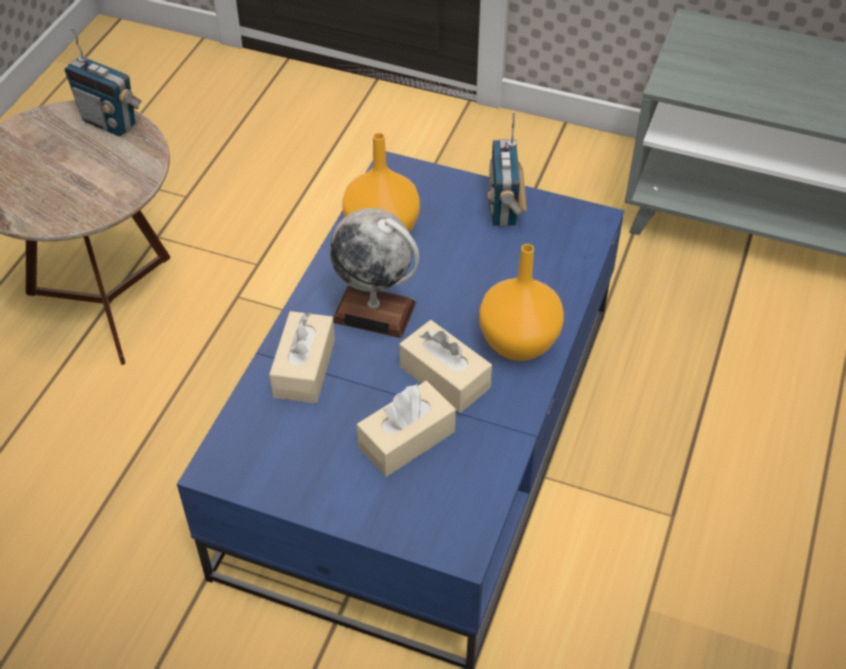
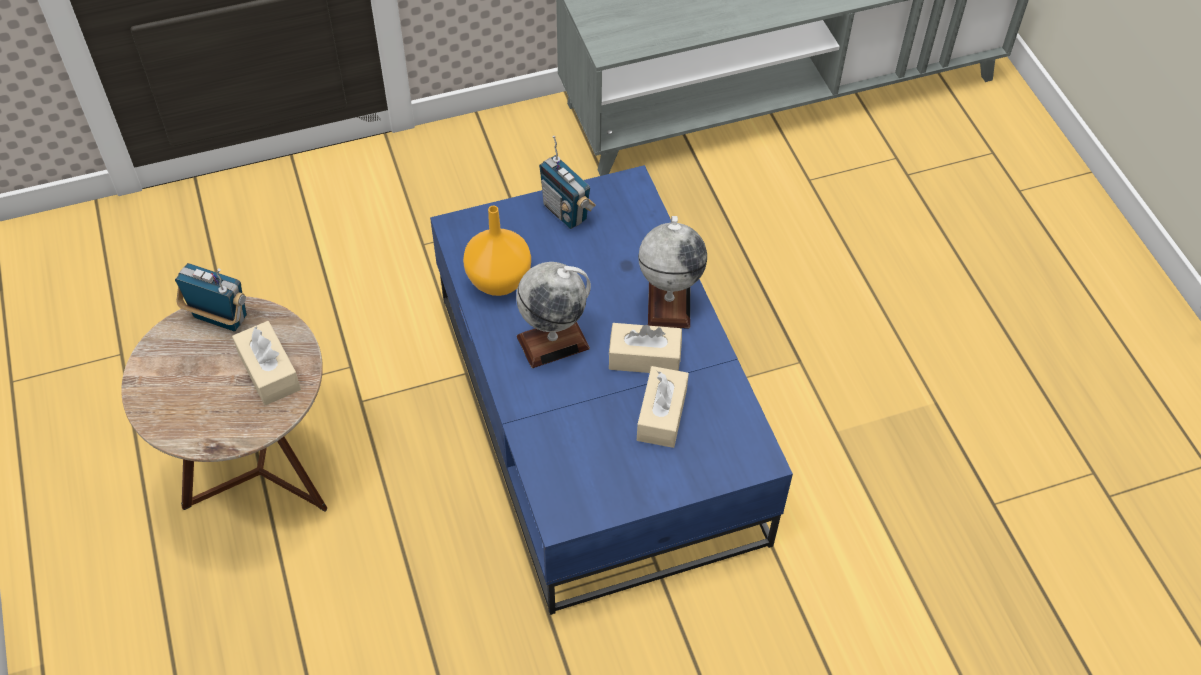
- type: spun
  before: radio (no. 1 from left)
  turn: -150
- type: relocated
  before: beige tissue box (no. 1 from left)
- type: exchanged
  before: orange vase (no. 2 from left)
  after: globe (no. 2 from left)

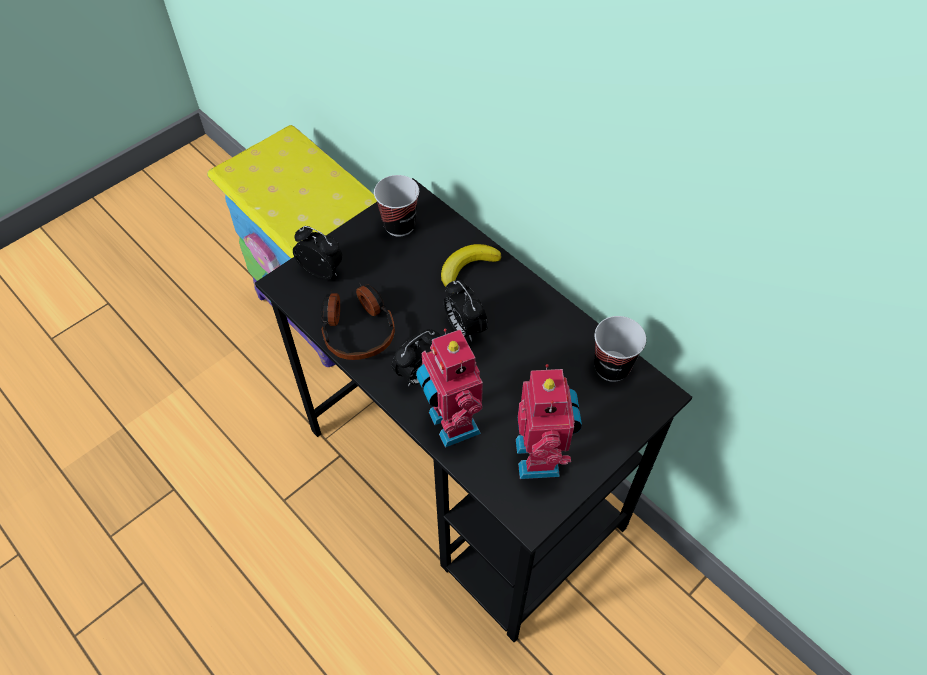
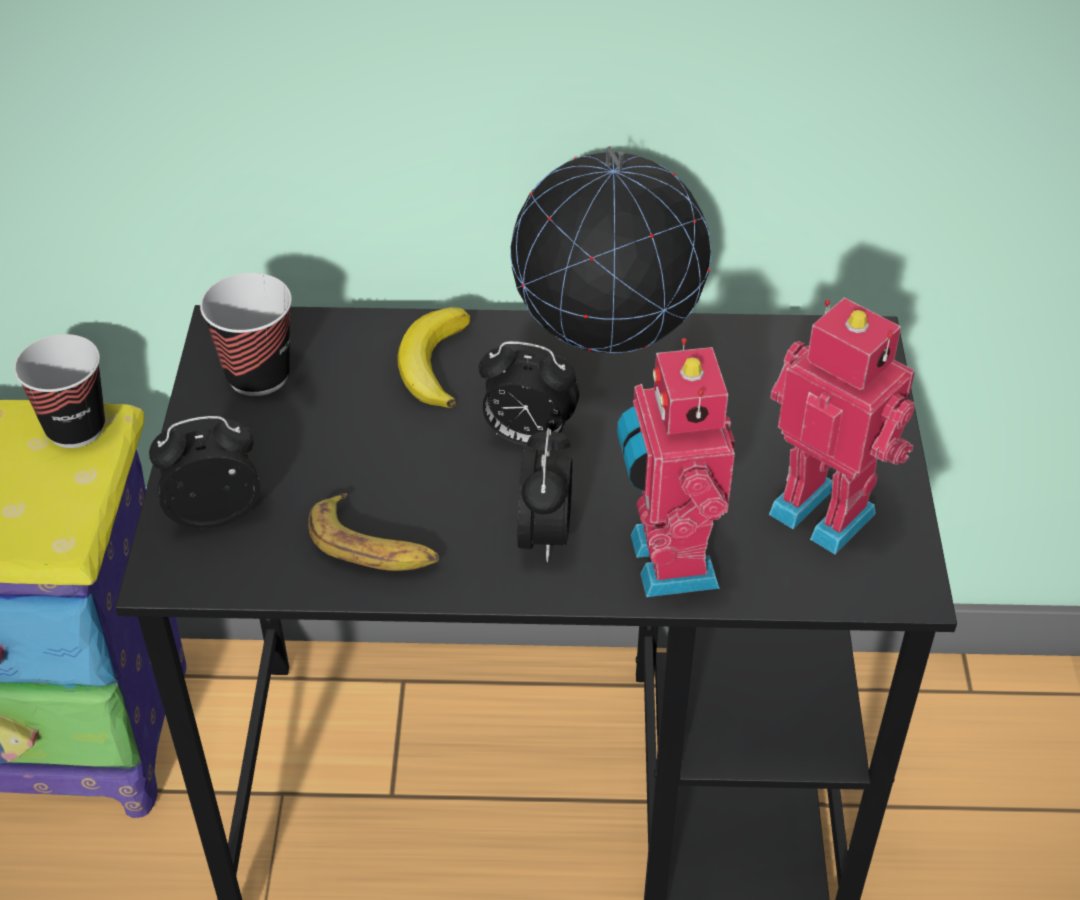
- type: relocated
  before: cup (no. 2 from left in the first image)
  after: cup (no. 1 from left)
- type: exchanged
  before: headphones
  after: banana (no. 1 from left)
- type: appeared
  after: globe
- type: spun
  before: toy robot (no. 1 from left)
  turn: 60

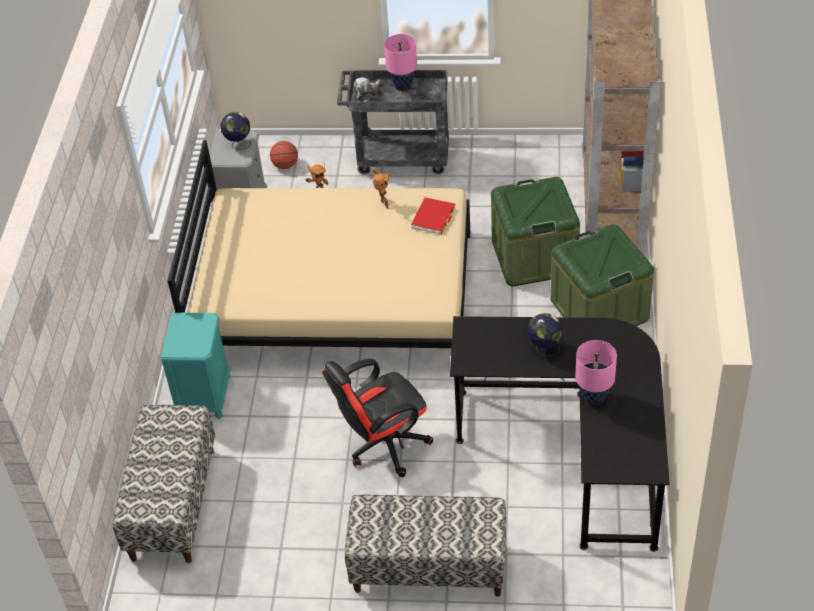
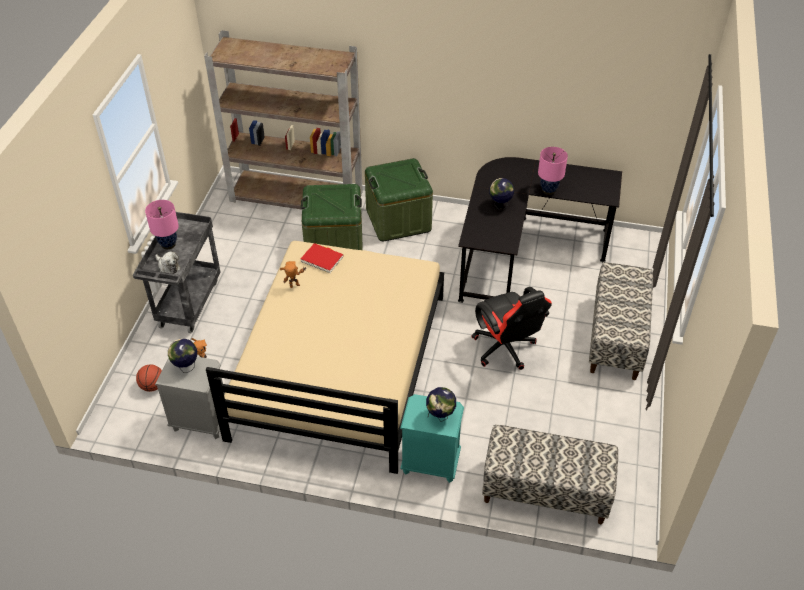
- type: appeared
  after: globe (no. 2 from left)

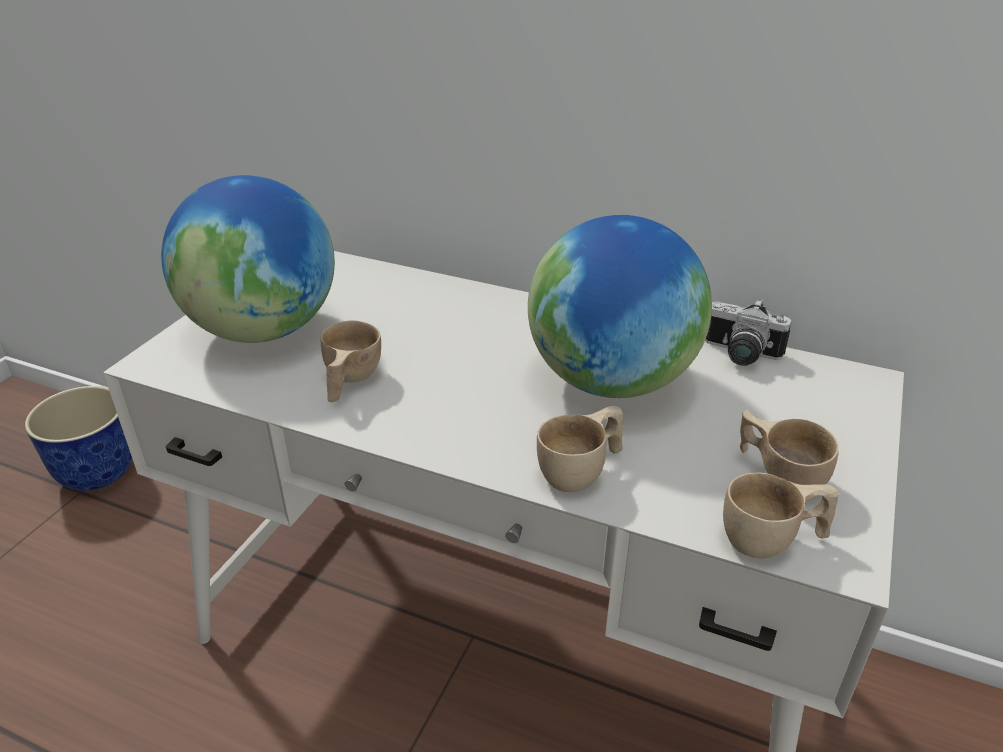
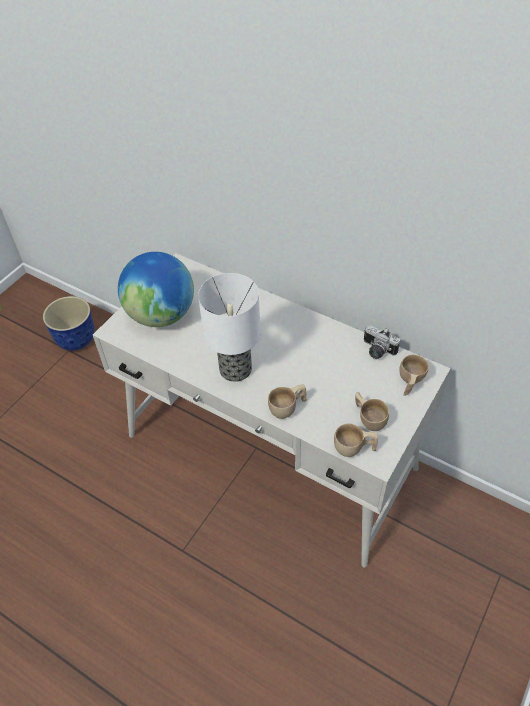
- type: appeared
  after: table lamp
- type: relocated
  before: beige cup (no. 1 from left in the first image)
  after: beige cup (no. 4 from left)
- type: missing
  before: globe (no. 2 from left)

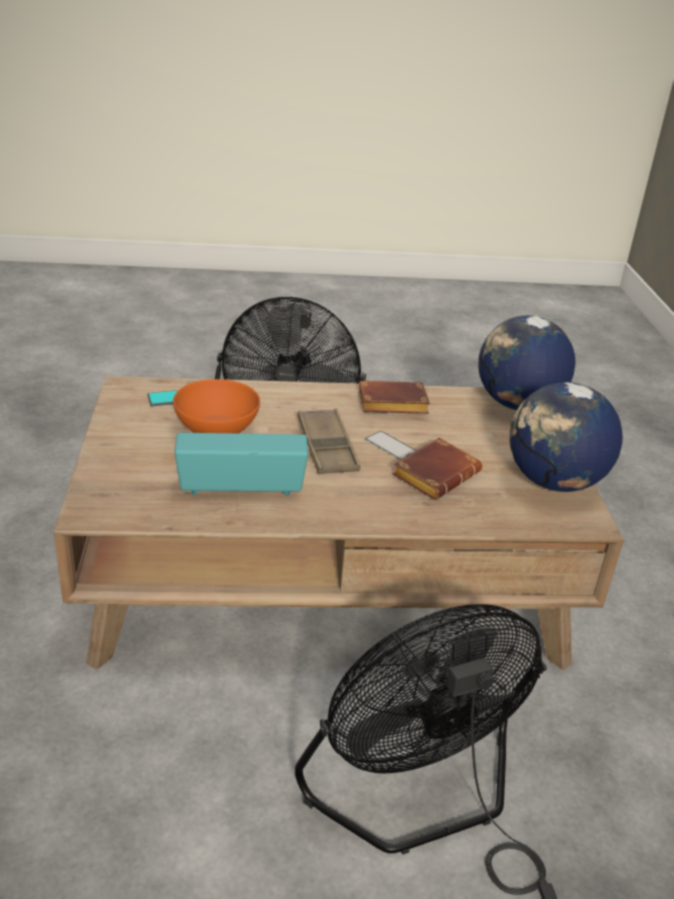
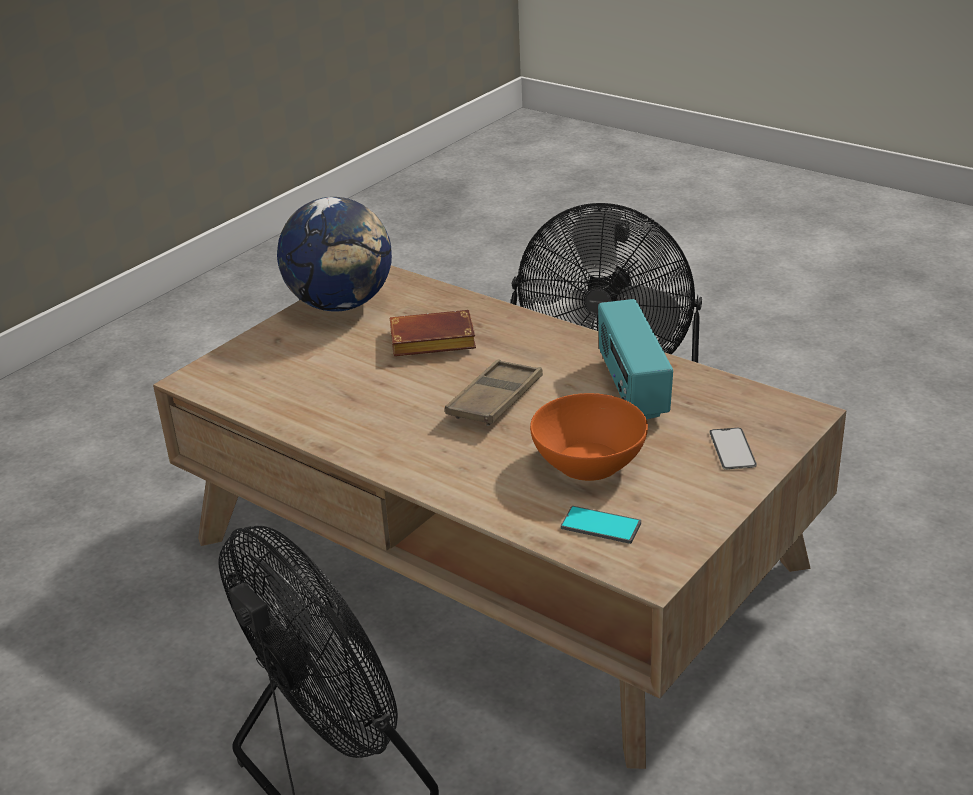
- type: spun
  before: radio
  turn: 45
- type: relocated
  before: phone (no. 2 from left)
- type: missing
  before: brown book (no. 1 from left)
- type: missing
  before: globe (no. 1 from left)

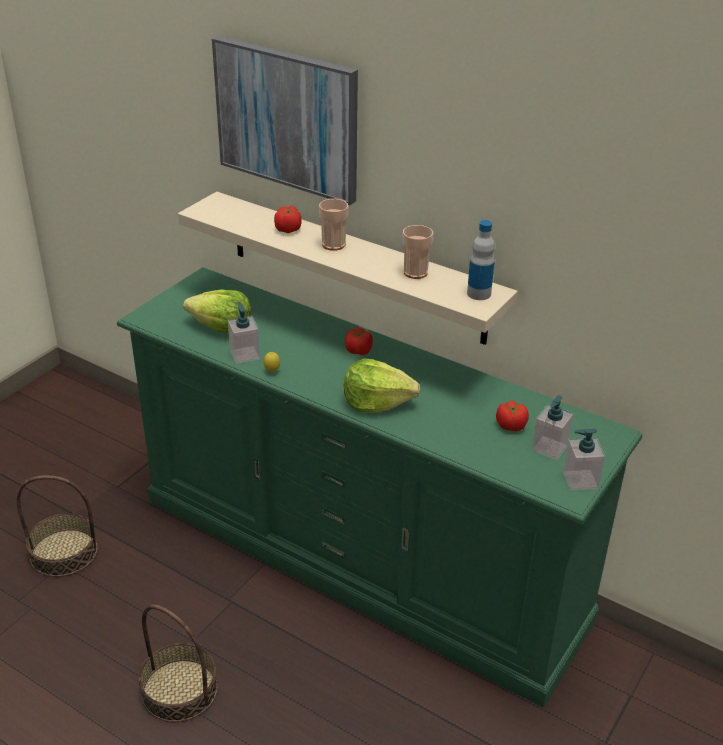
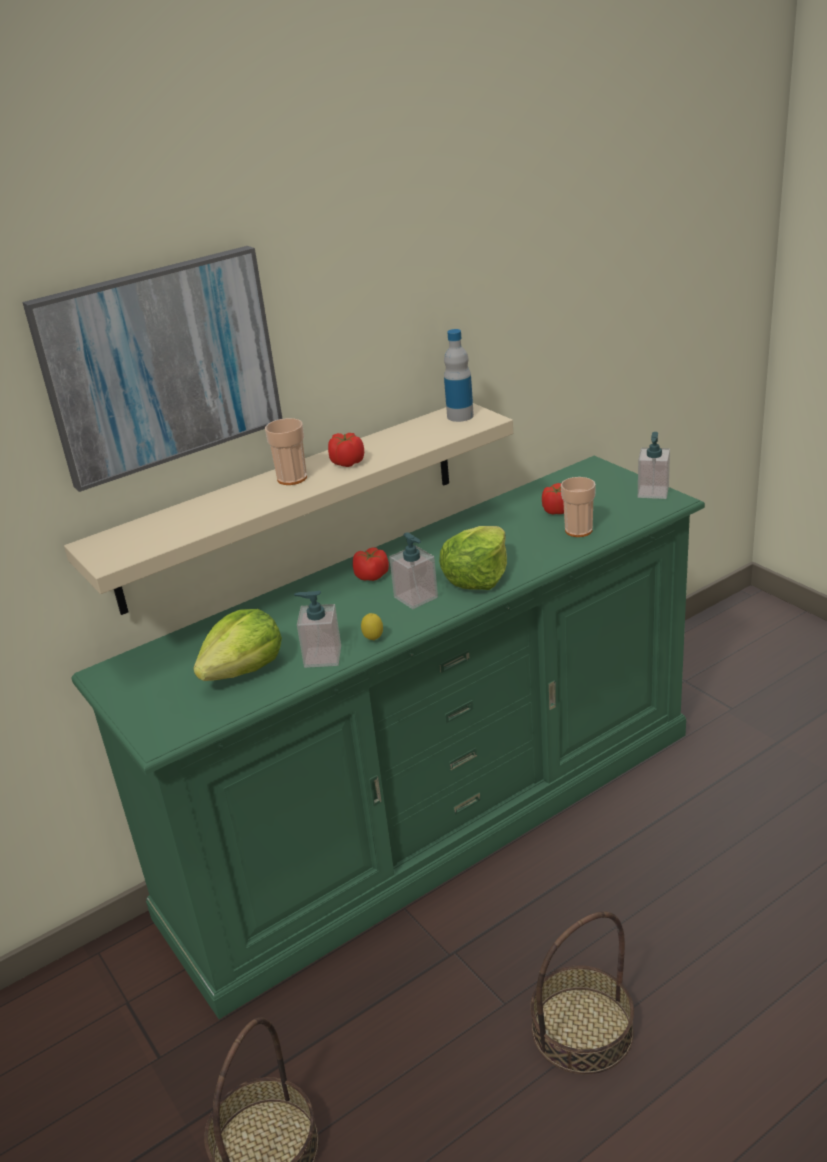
- type: relocated
  before: tomato (no. 1 from left)
- type: relocated
  before: soap dispenser (no. 2 from left)
- type: relocated
  before: cup (no. 2 from left)

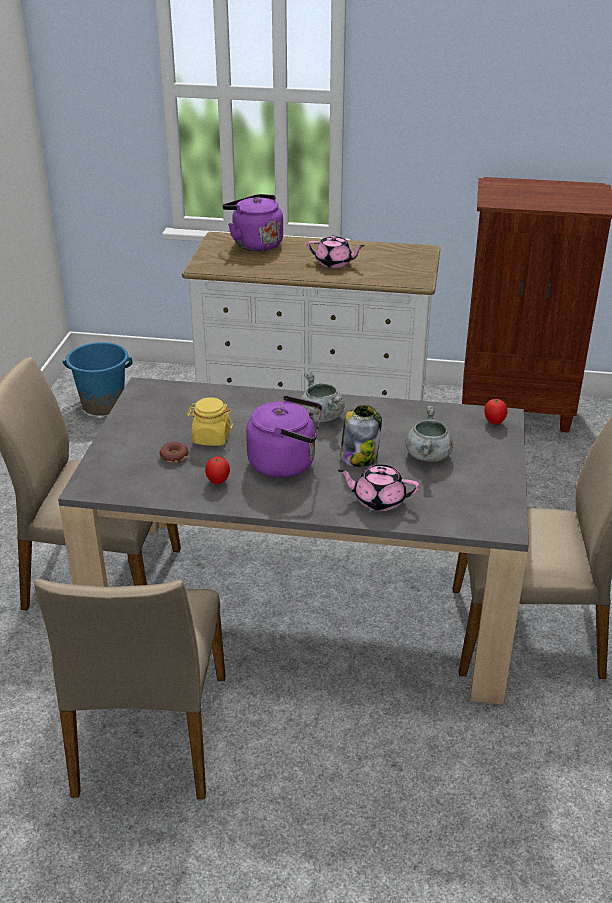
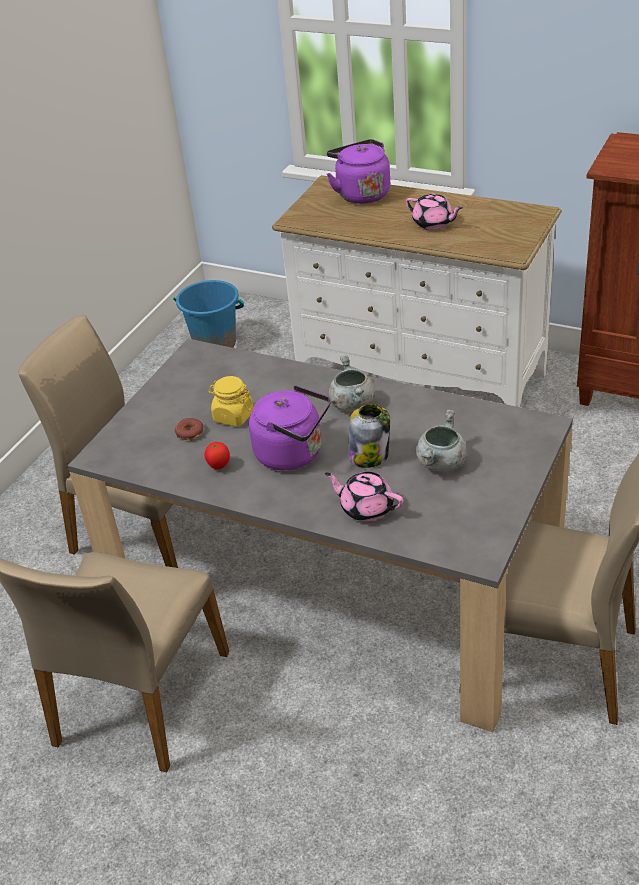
- type: missing
  before: tomato (no. 2 from left)

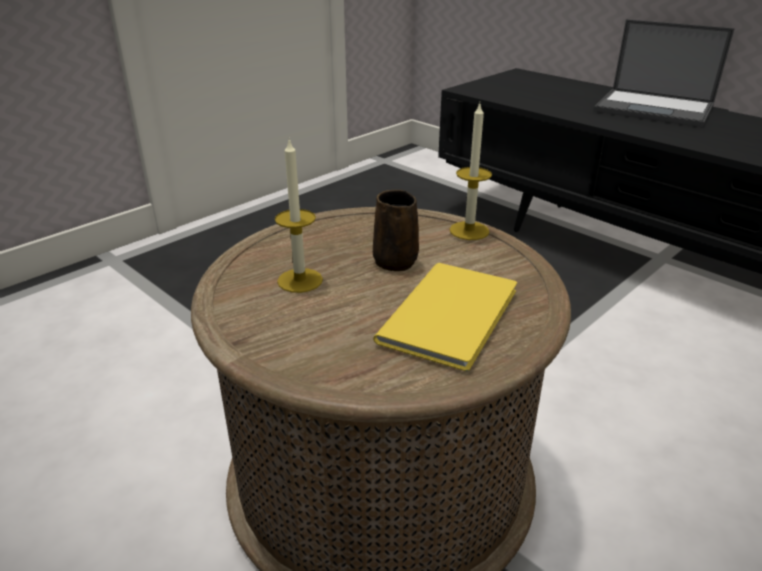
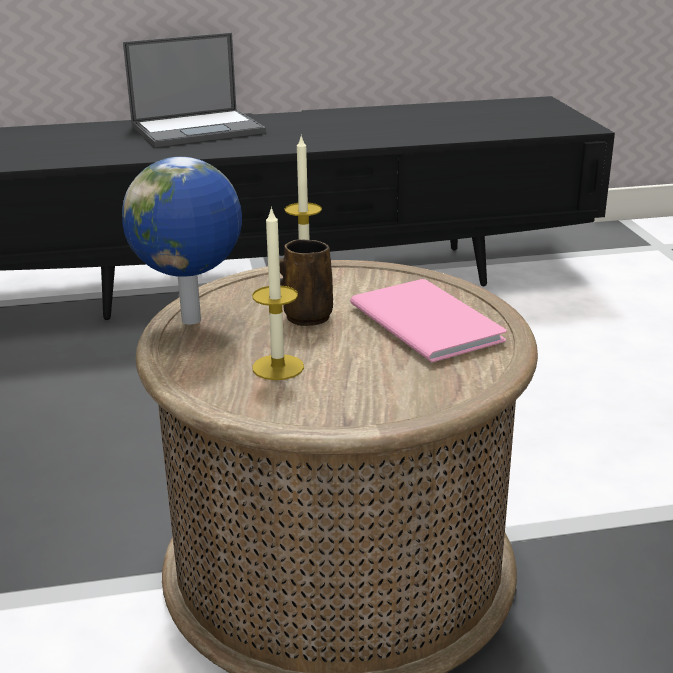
- type: appeared
  after: globe
- type: colour
  before: yellow book
  after: pink book

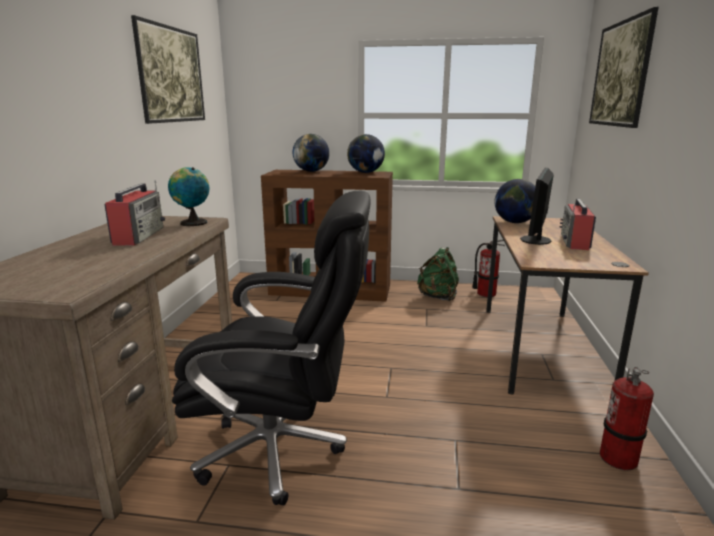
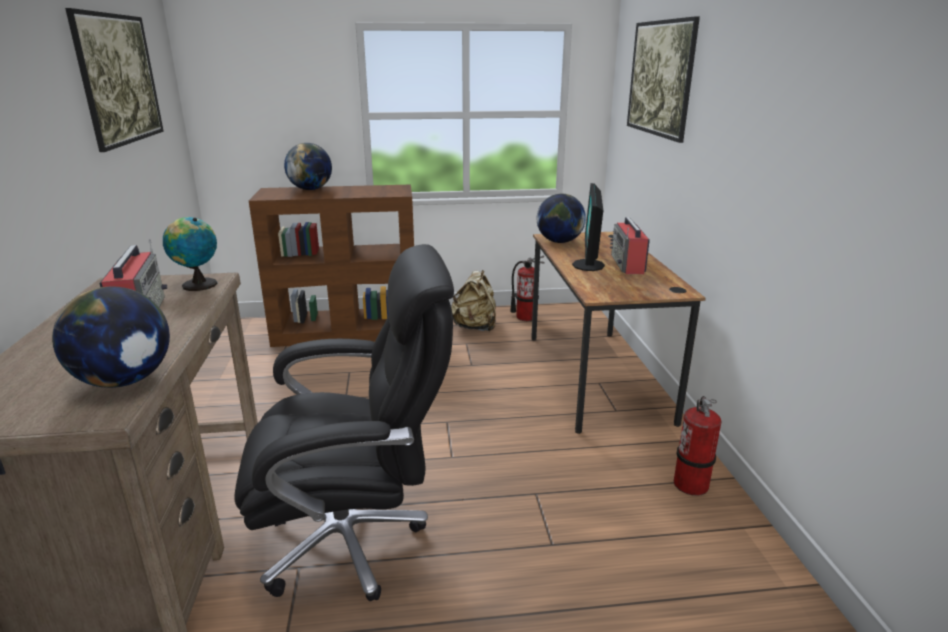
- type: relocated
  before: globe (no. 3 from left in the first image)
  after: globe (no. 1 from left)
- type: colour
  before: green backpack
  after: beige backpack

